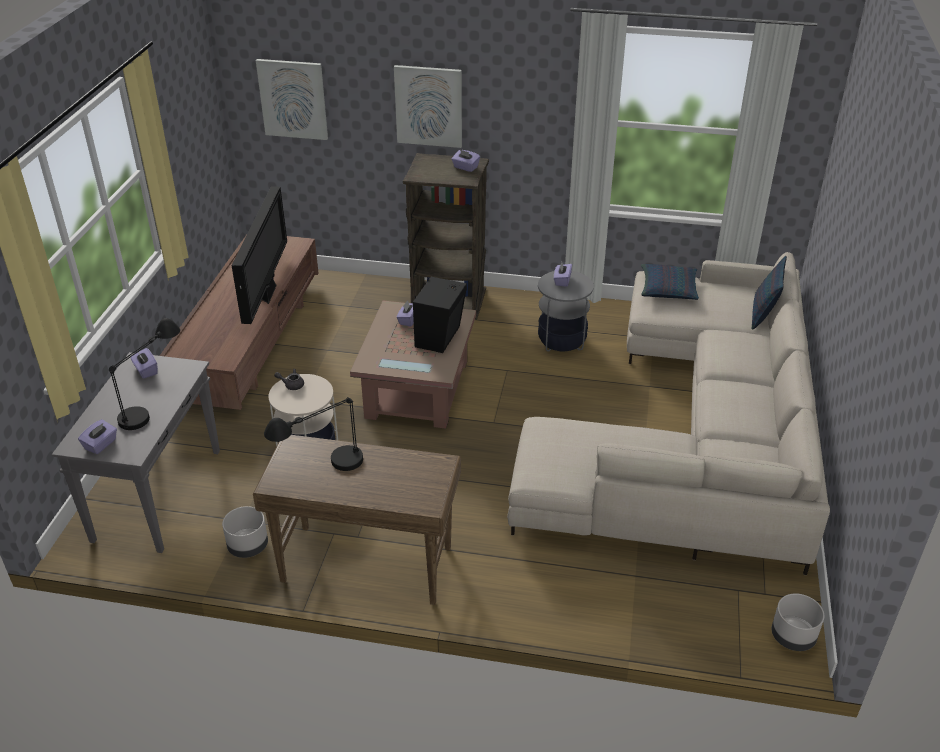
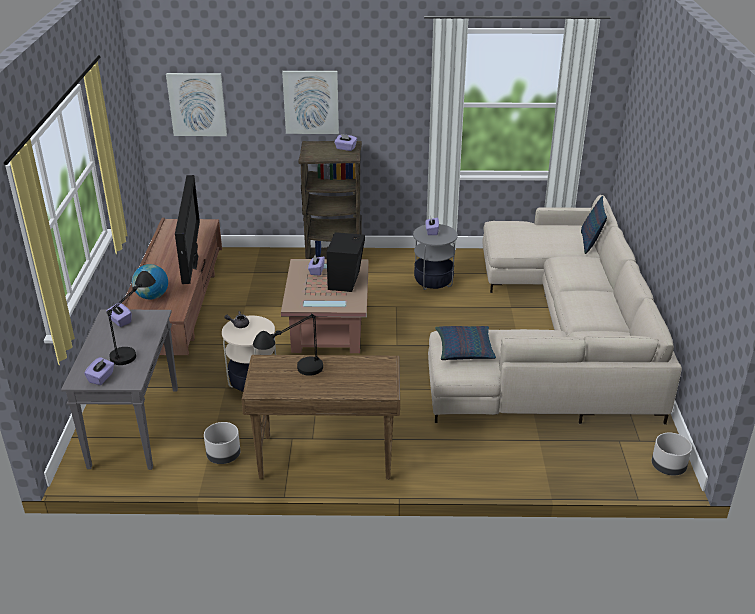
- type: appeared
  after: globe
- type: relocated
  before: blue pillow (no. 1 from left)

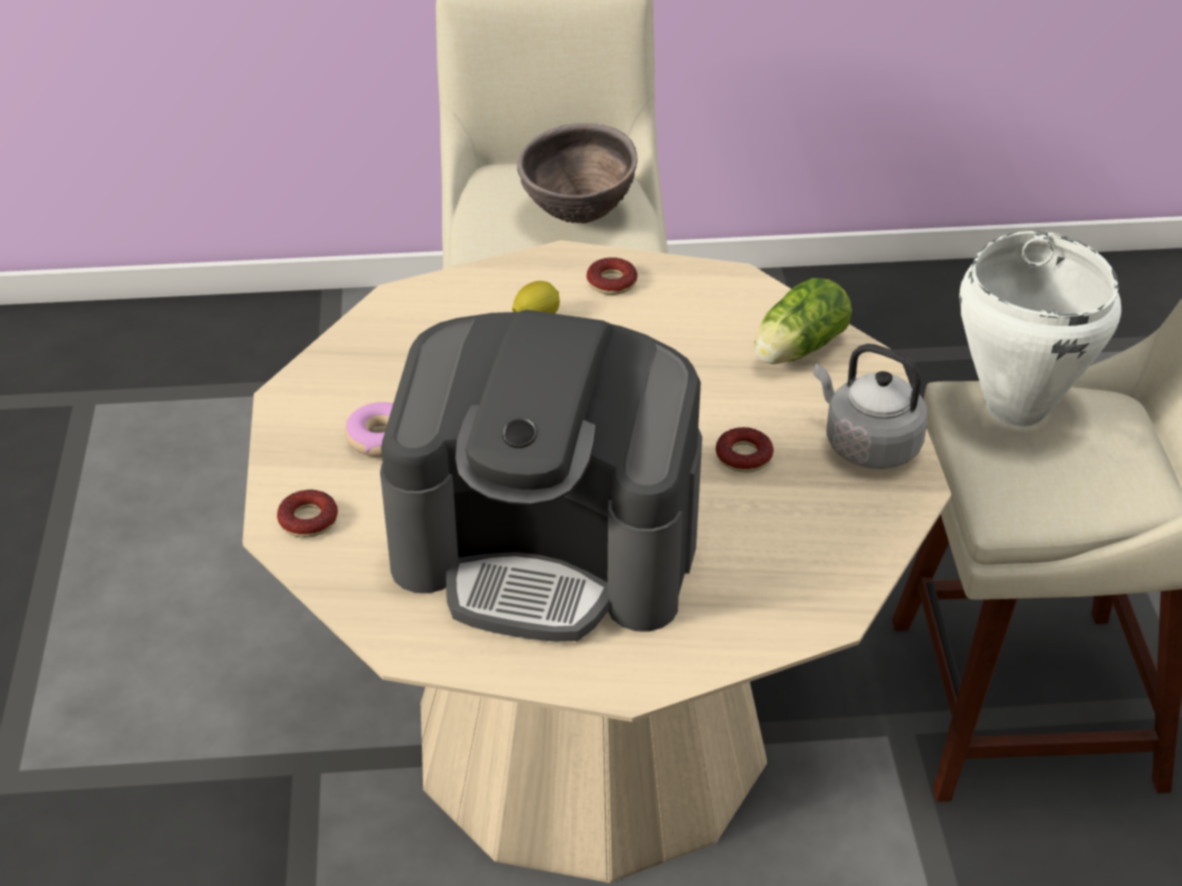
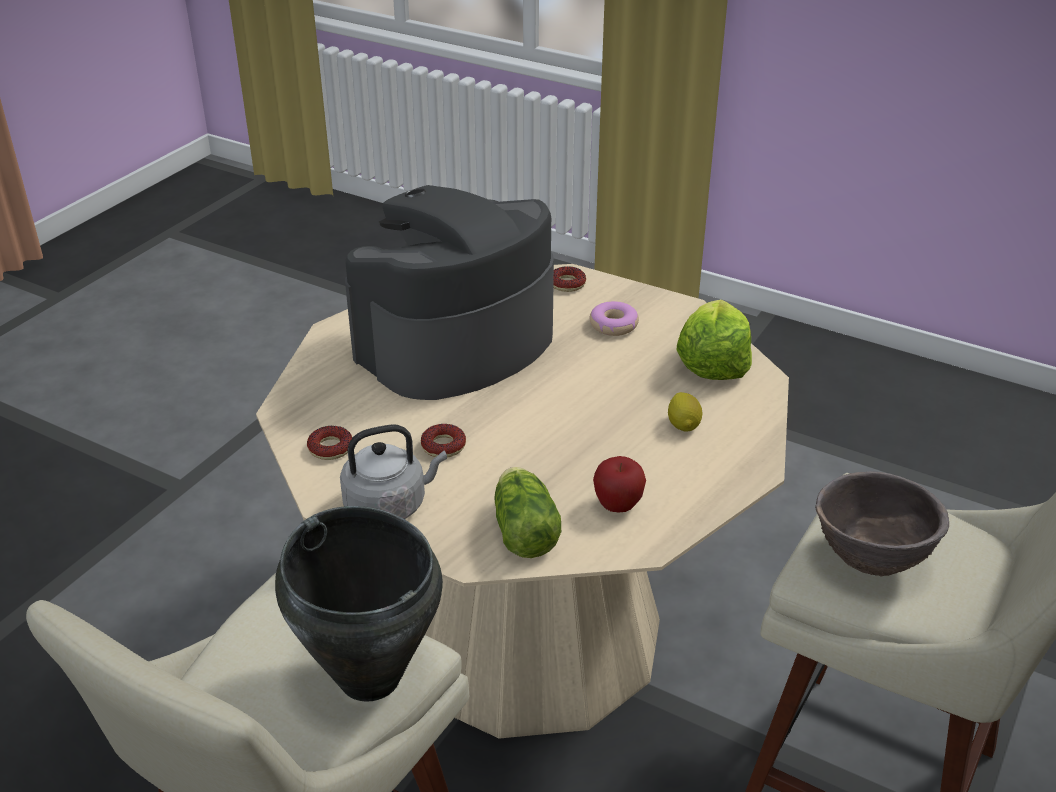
- type: colour
  before: white cooking pot
  after: black cooking pot
- type: relocated
  before: donut (no. 3 from left in the first image)
  after: donut (no. 1 from left)
- type: appeared
  after: apple
- type: appeared
  after: lettuce (no. 2 from left)

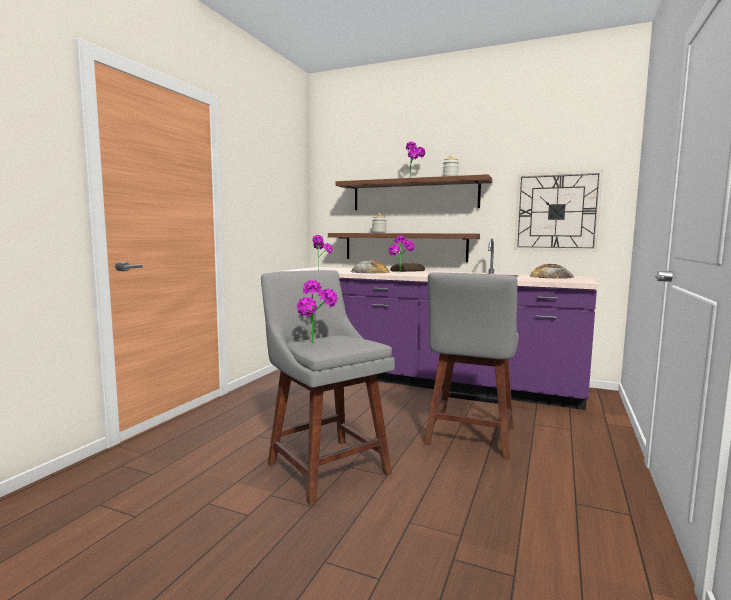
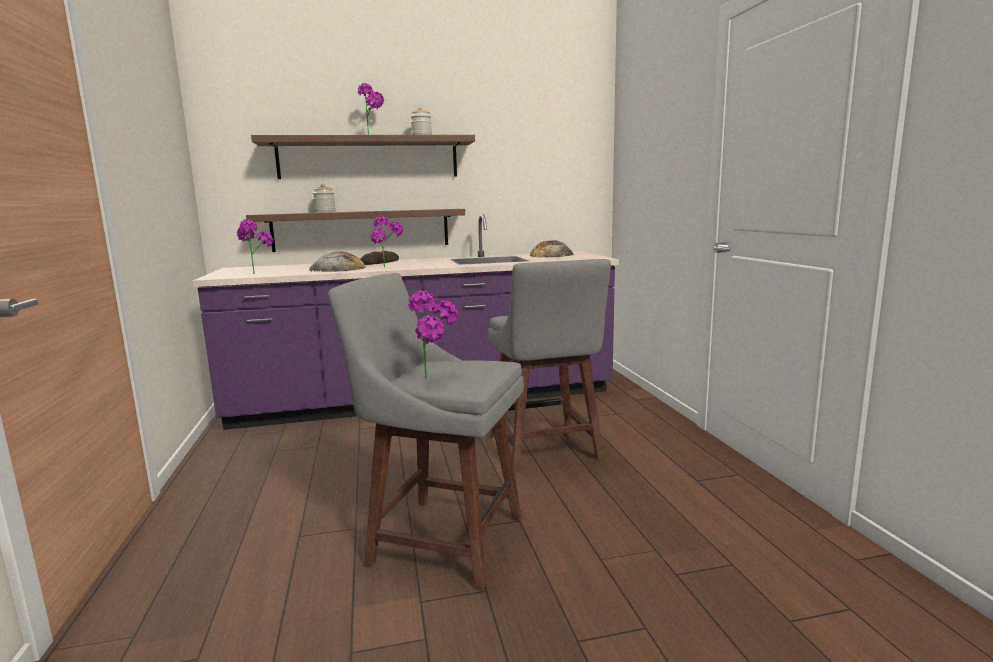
- type: missing
  before: wall clock

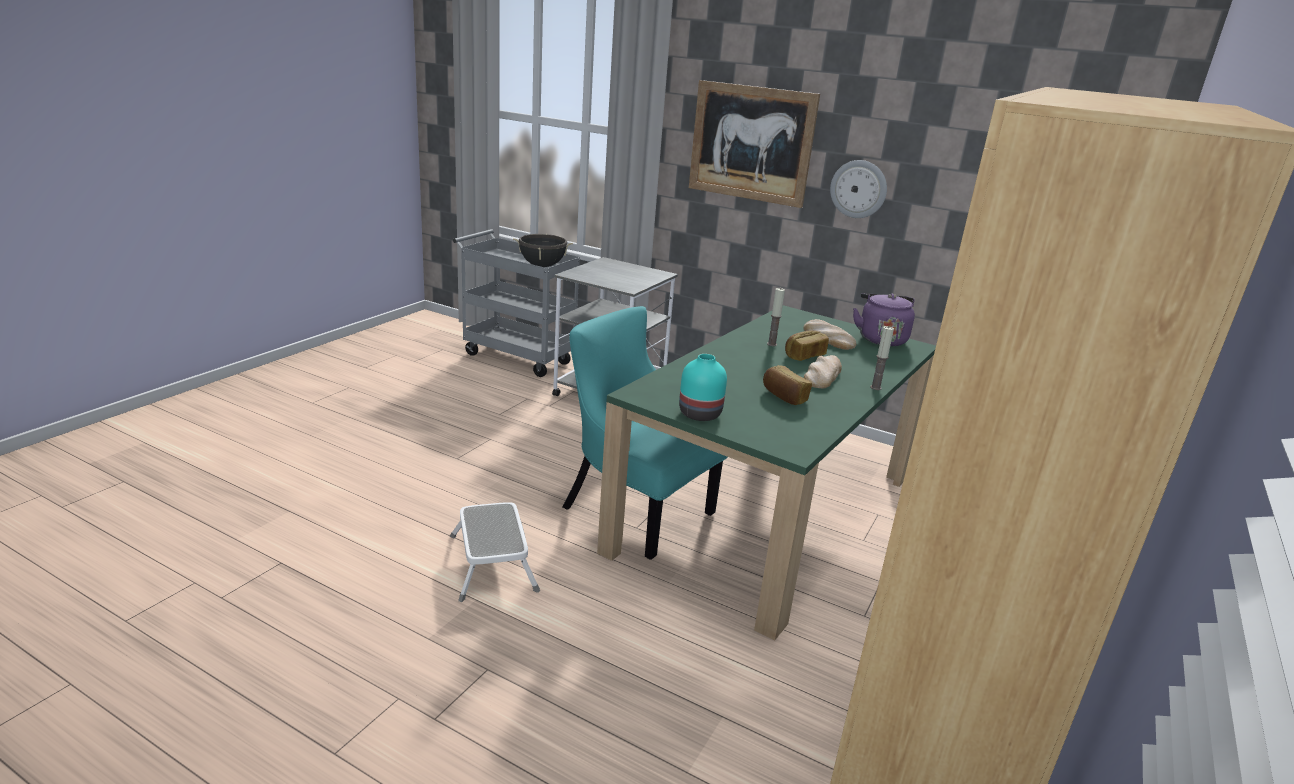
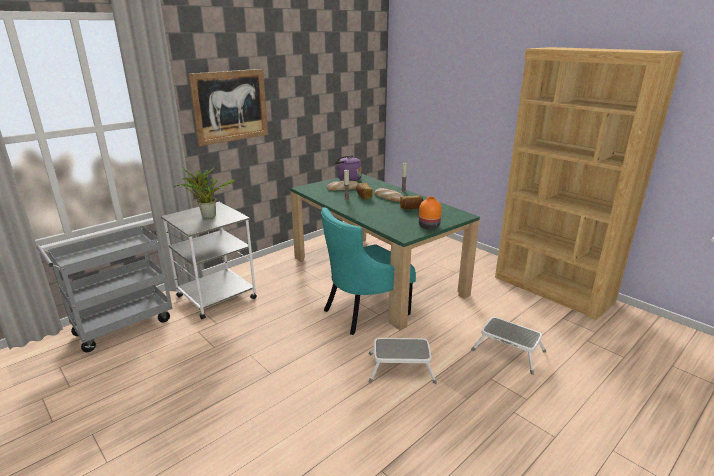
- type: appeared
  after: potted plant
- type: colour
  before: turquoise vase
  after: orange vase
- type: appeared
  after: grey step ladder (no. 2 from left)
- type: missing
  before: black cooking pot
- type: missing
  before: wall clock

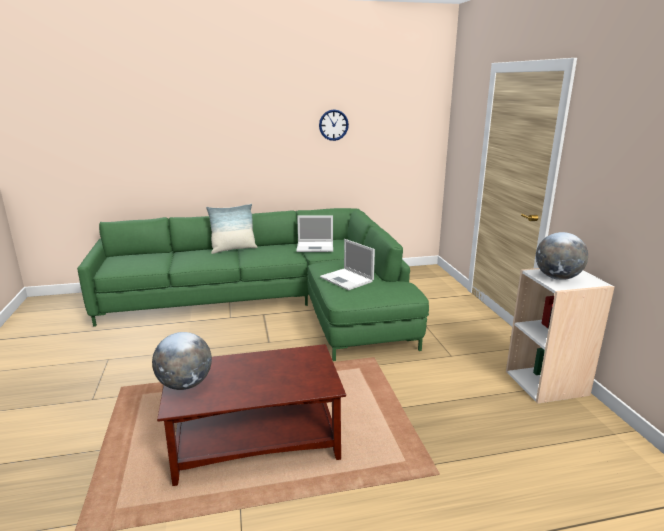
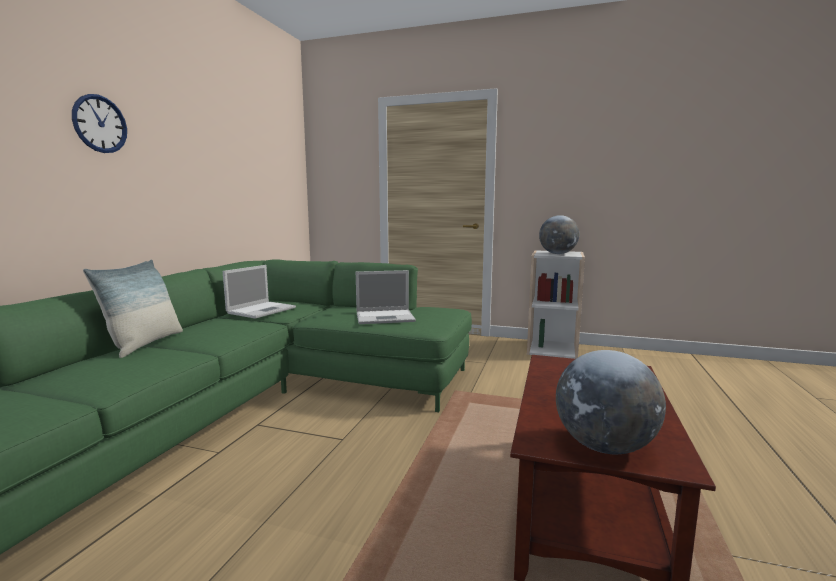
- type: relocated
  before: wall clock

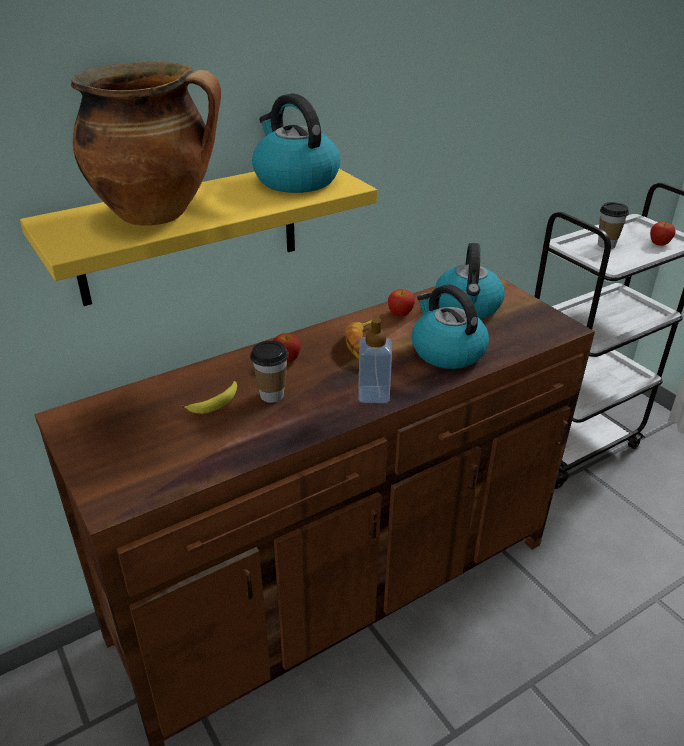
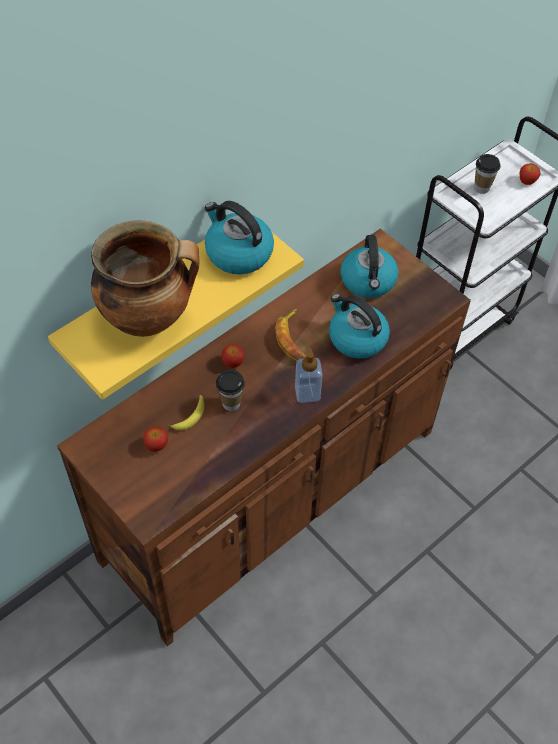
- type: relocated
  before: apple (no. 2 from left in the first image)
  after: apple (no. 1 from left)

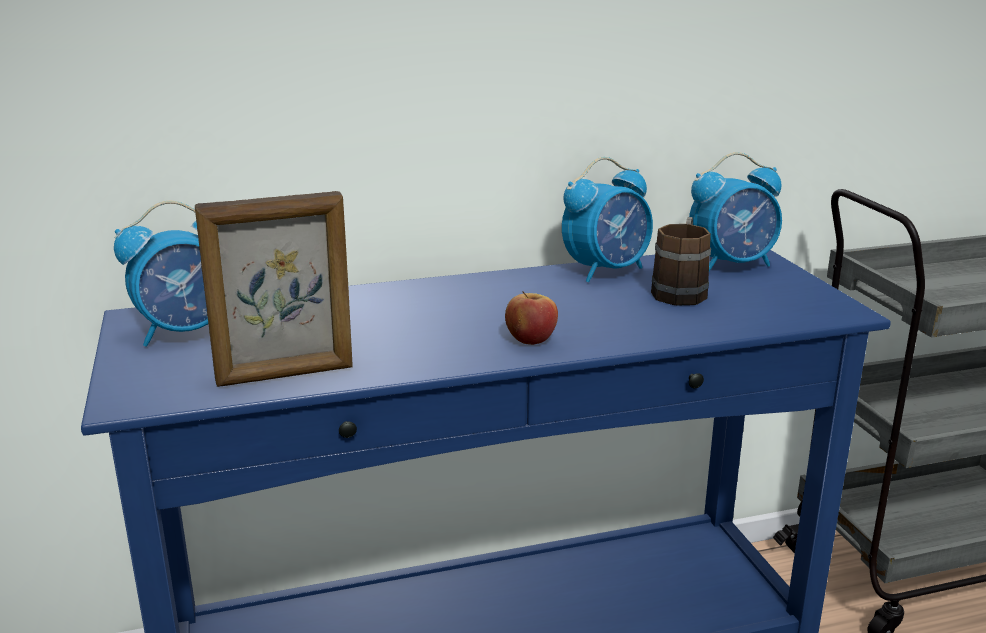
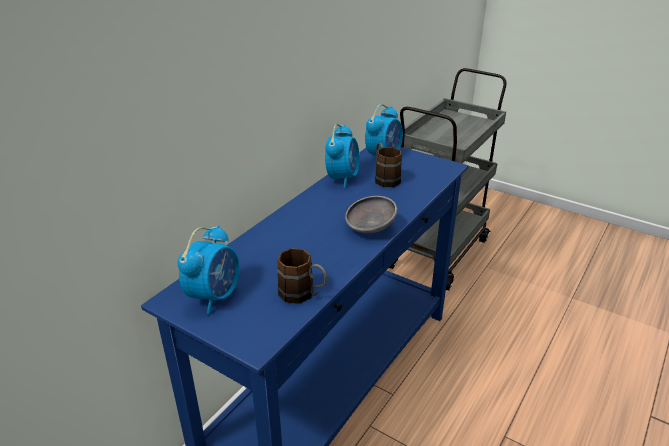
- type: exchanged
  before: picture frame
  after: brown mug (no. 1 from left)
- type: exchanged
  before: apple
  after: grey bowl

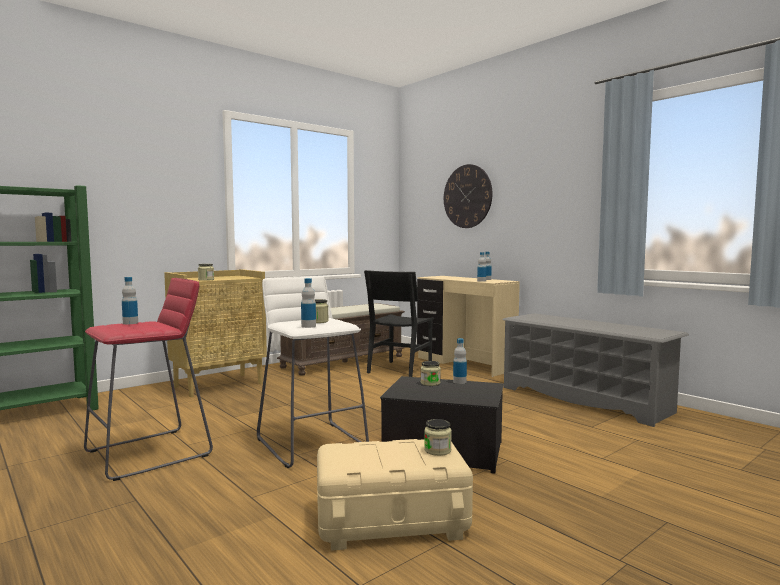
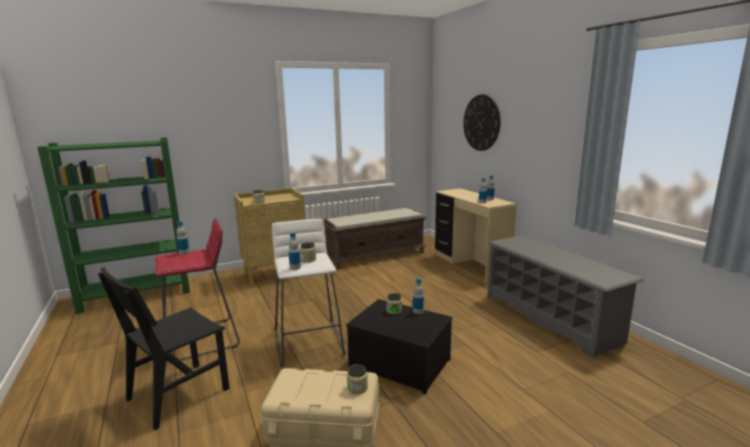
- type: relocated
  before: black chair

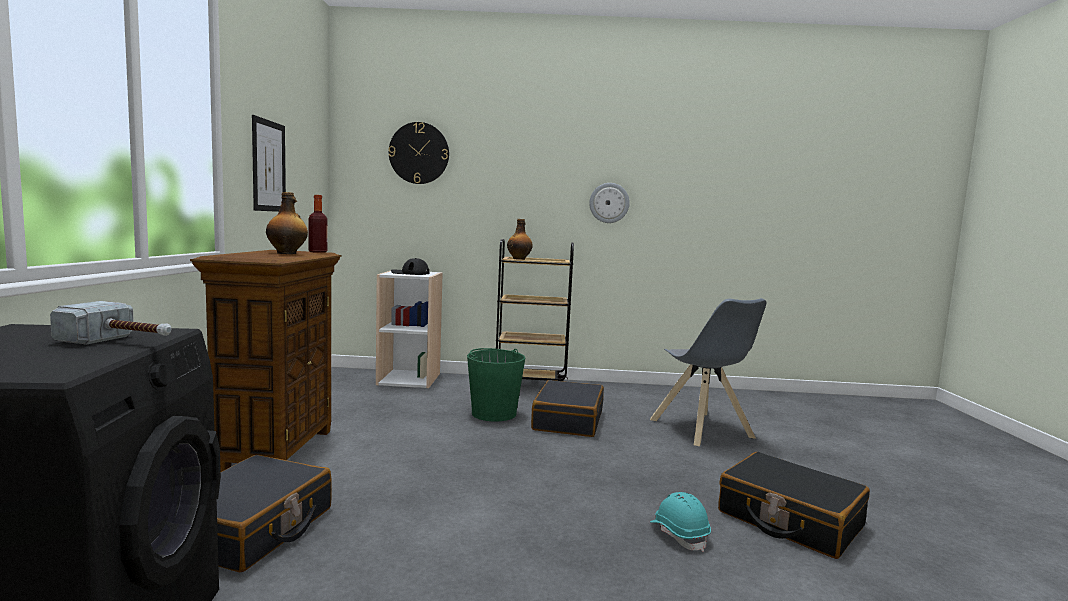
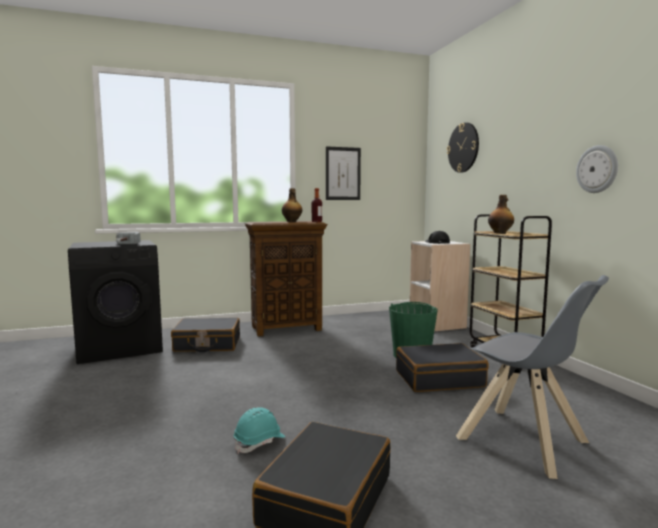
- type: spun
  before: grey chair
  turn: -90

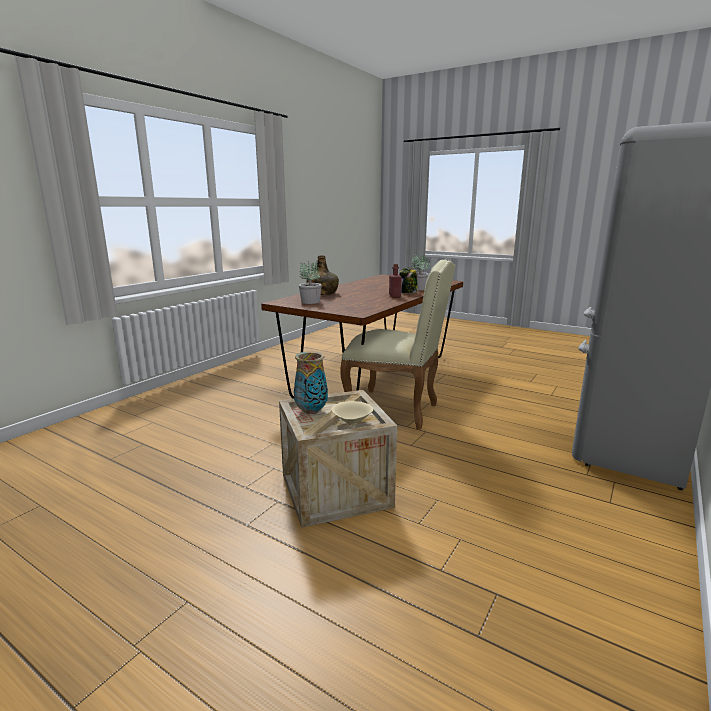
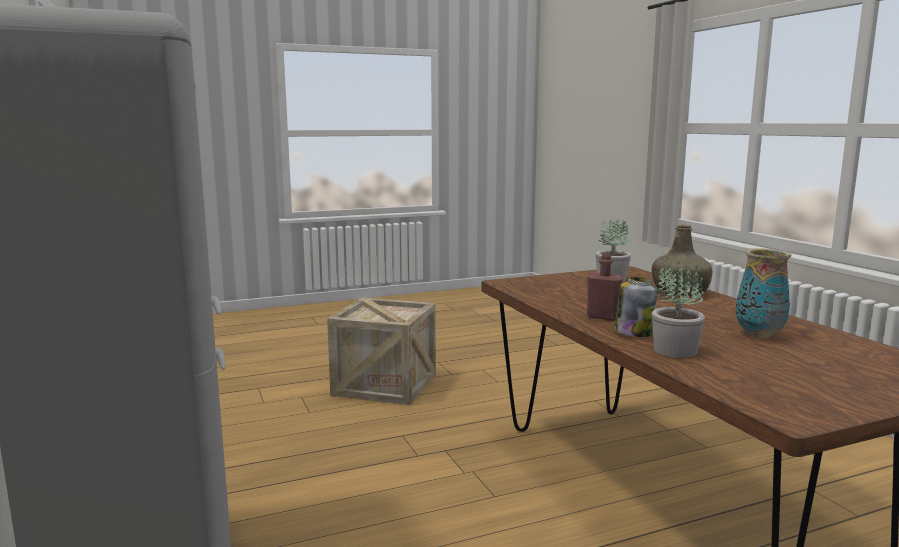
- type: relocated
  before: vase
- type: missing
  before: beige bowl
- type: missing
  before: beige chair

